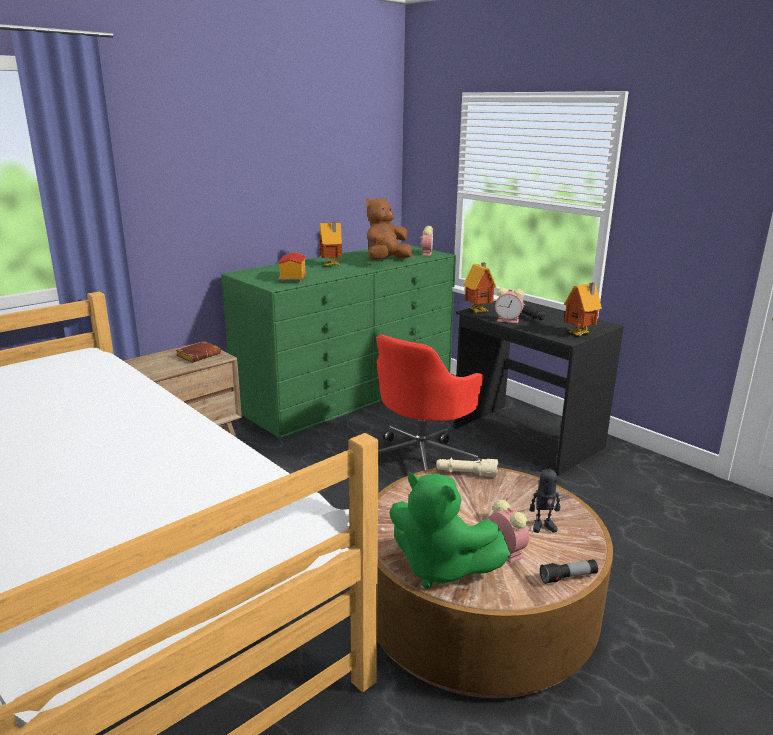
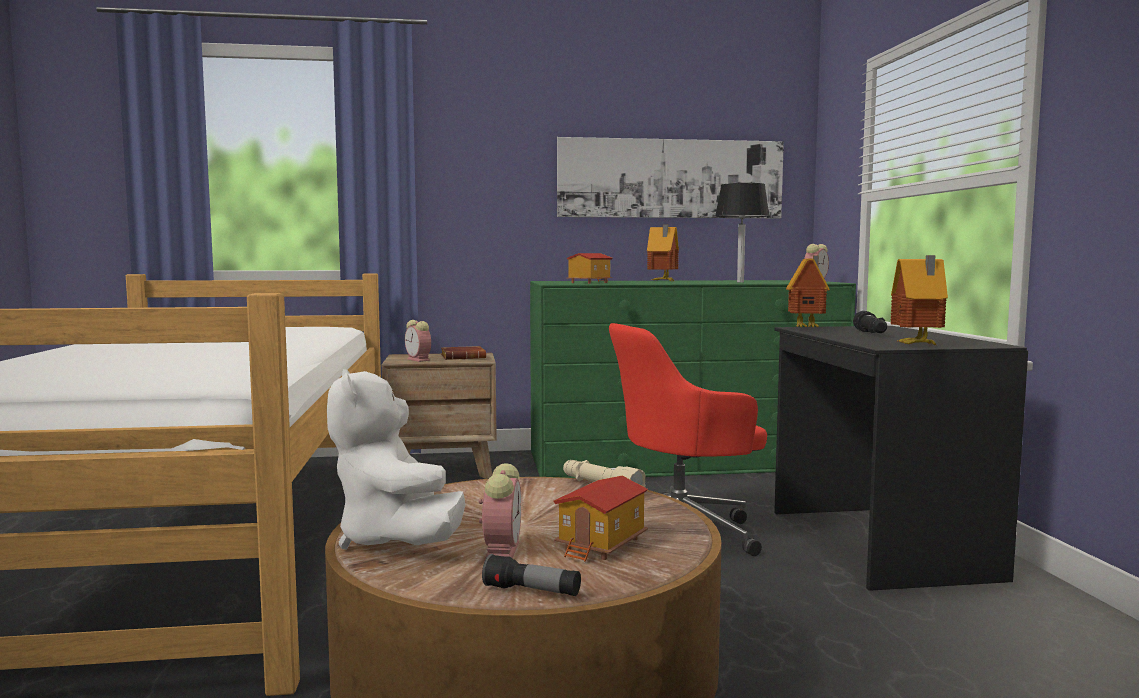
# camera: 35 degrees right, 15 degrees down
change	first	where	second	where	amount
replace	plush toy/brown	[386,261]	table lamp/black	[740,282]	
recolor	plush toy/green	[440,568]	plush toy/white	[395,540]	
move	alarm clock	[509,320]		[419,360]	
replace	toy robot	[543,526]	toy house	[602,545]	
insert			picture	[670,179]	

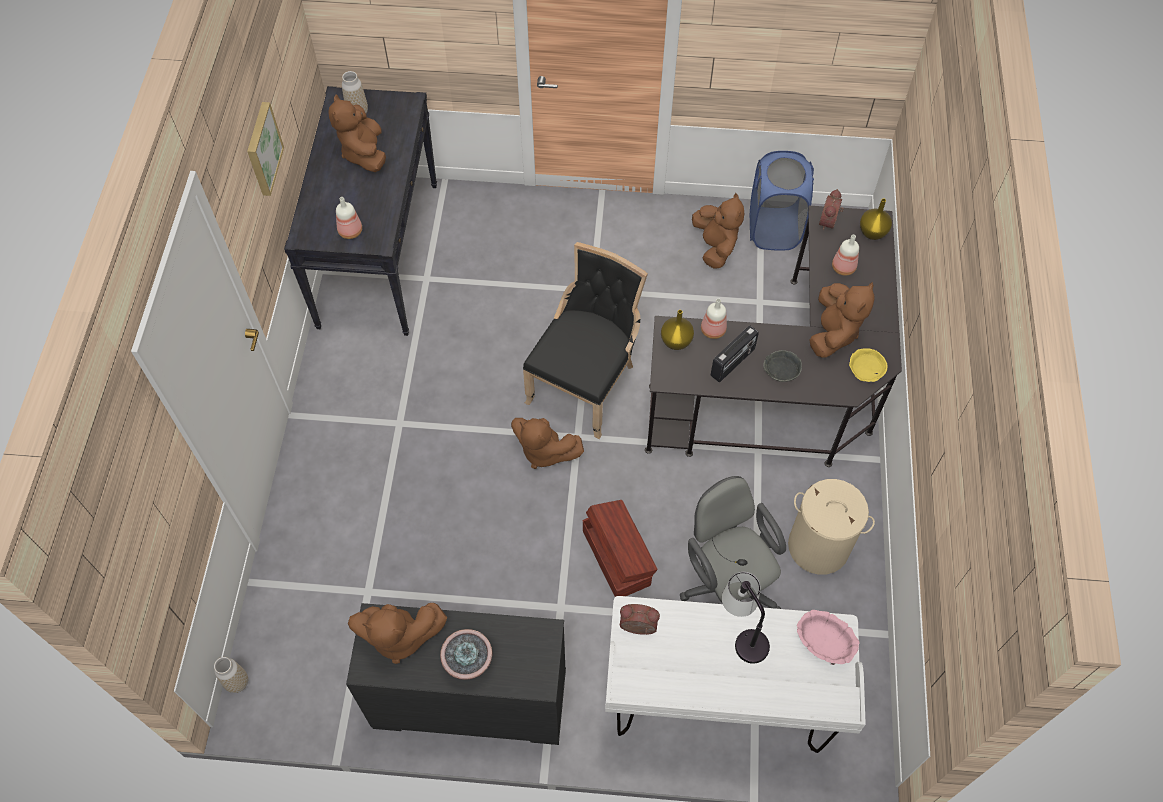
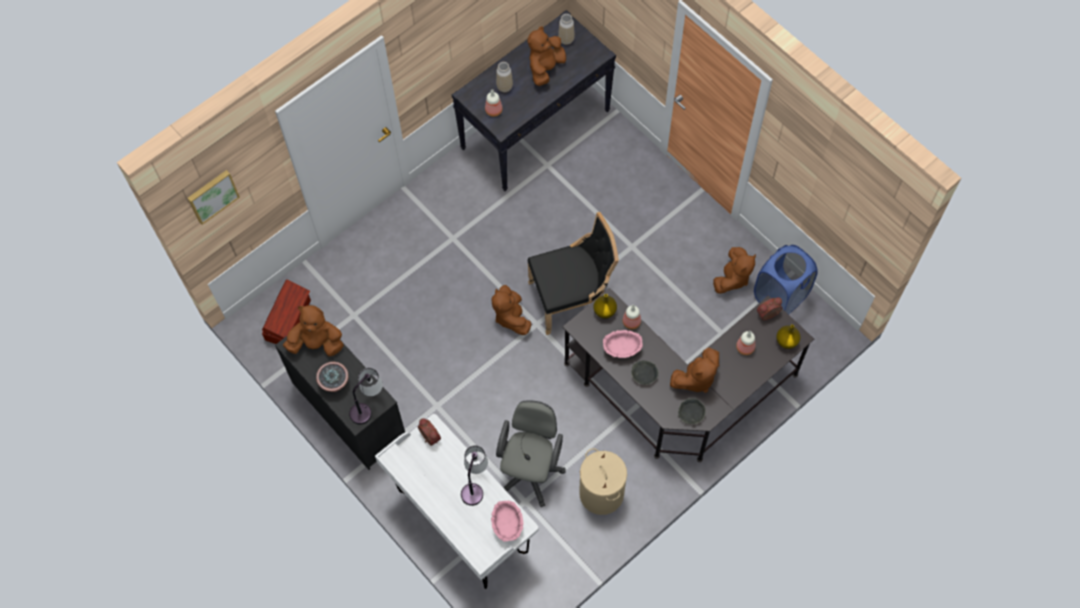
# camera: 45 degrees right, 5 degrees up
change	first	where	second	where	amount
move	vase	[237,682]		[504,87]	
move	picture	[262,149]		[212,195]	
rotate	plush toy/brown	[398,636]		[317,343]	135 degrees clockwise
move	storage box/brown	[617,556]		[289,320]	
replace	radio	[733,363]	bowl/pink	[622,348]	
recolor	bowl/yellow	[866,369]	bowl/grey	[691,413]	
insert			table lamp	[367,406]	

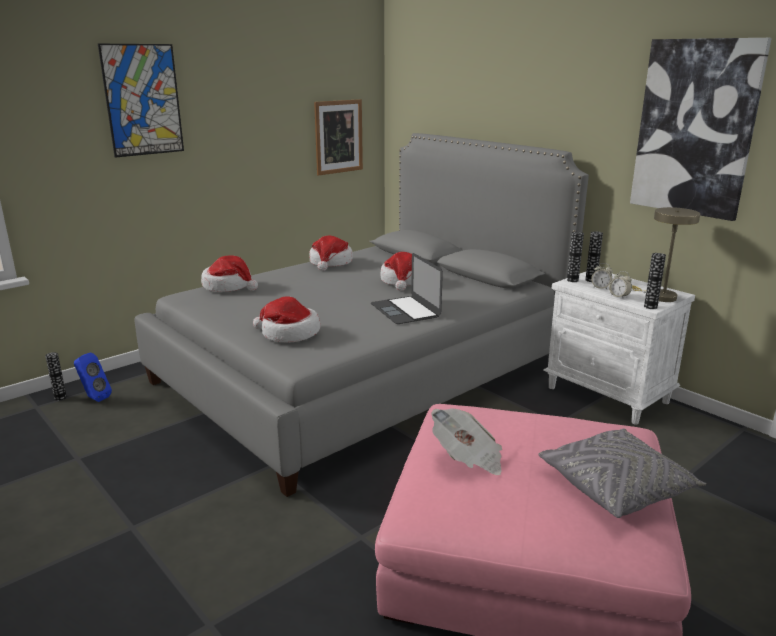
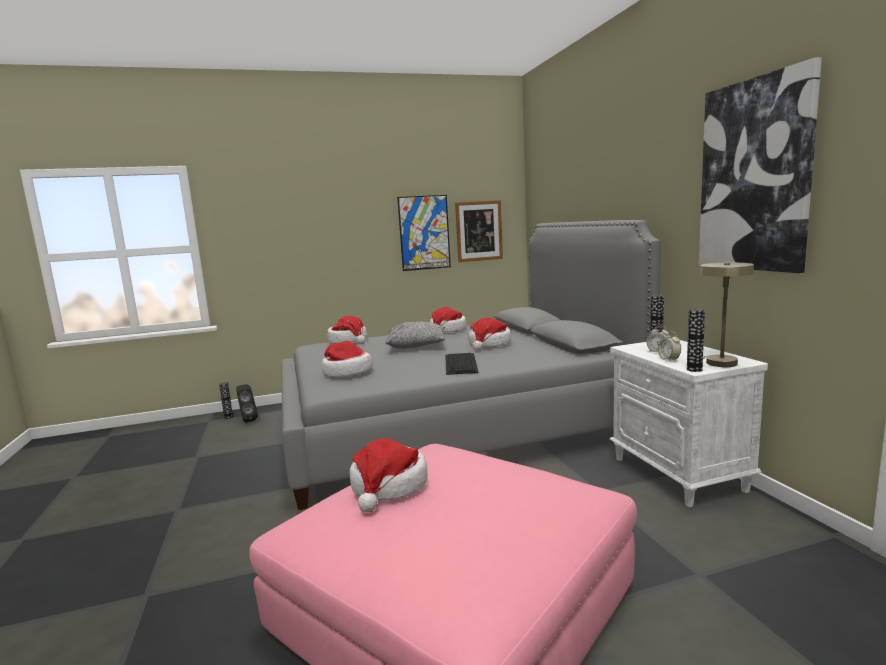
# camera: 25 degrees right, 10 degrees down
change	first	where	second	where	amount
recolor	speaker/blue	[94,398]	speaker/black	[247,420]	
move	picture	[143,100]		[424,233]	
replace	laptop	[405,310]	keyboard	[461,363]	
replace	newspaper	[468,458]	hat	[388,486]	
move	pillow/grey	[616,487]		[417,346]	
delete	vase	[572,280]			

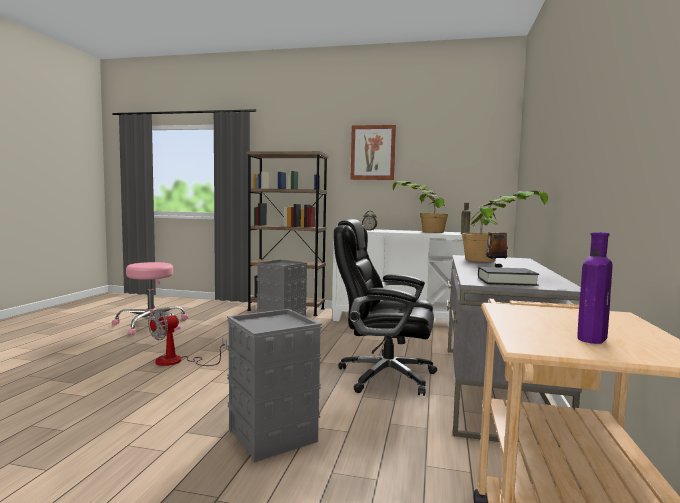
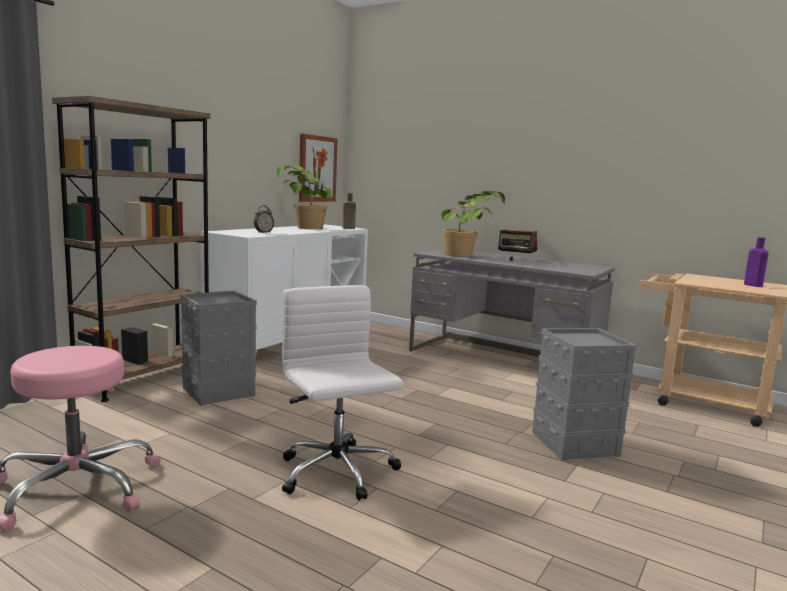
# camera: 70 degrees left, 5 degrees up
change	first	where	second	where	amount
replace	fan	[177,361]	office chair/white	[338,473]	
delete	office chair/black	[384,376]			
move	picture	[373,152]		[317,169]	
delete	book/black	[506,281]			

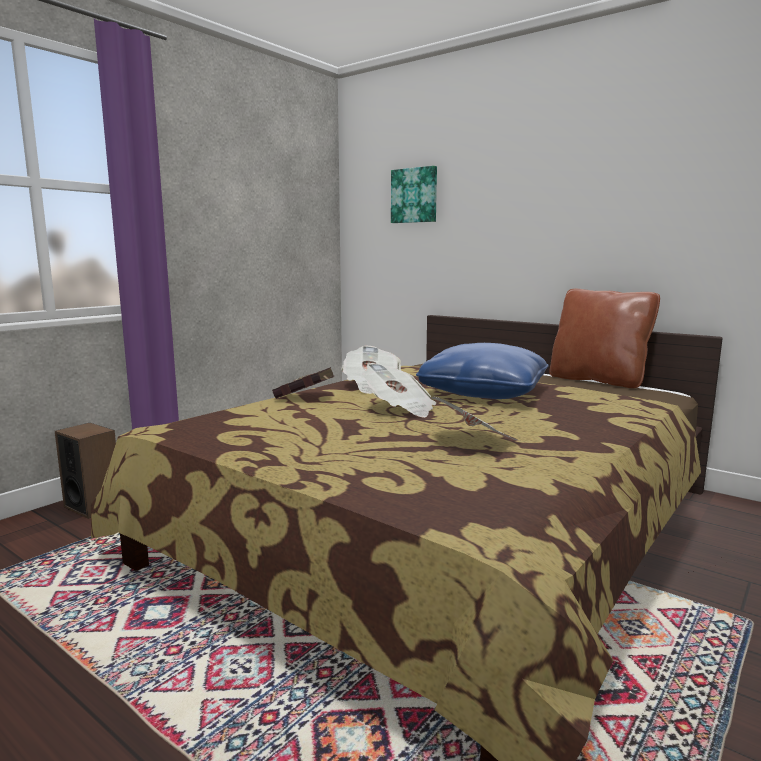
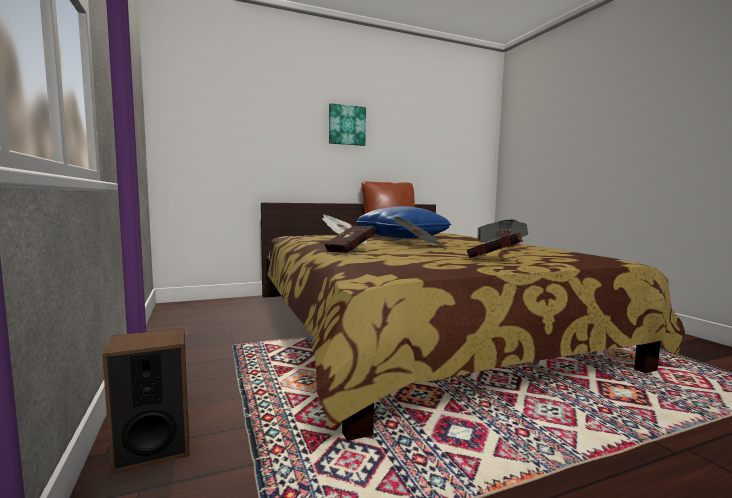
# camera: 60 degrees left, 5 degrees down
change	first	where	second	where	amount
move	picture	[414,195]		[346,125]	
insert			book/red	[496,260]	

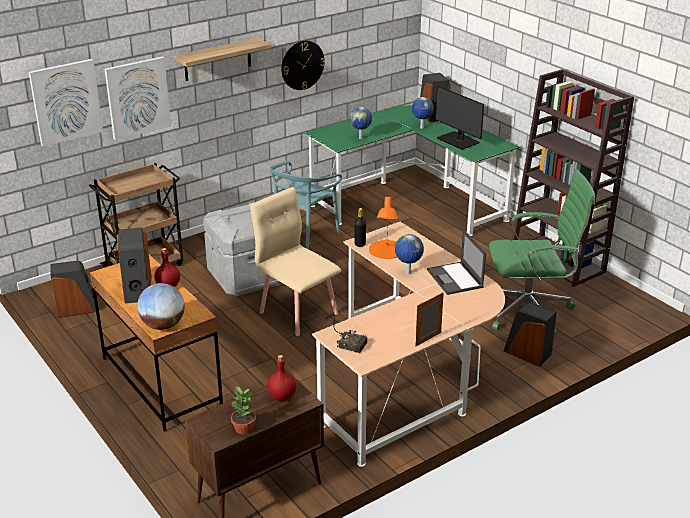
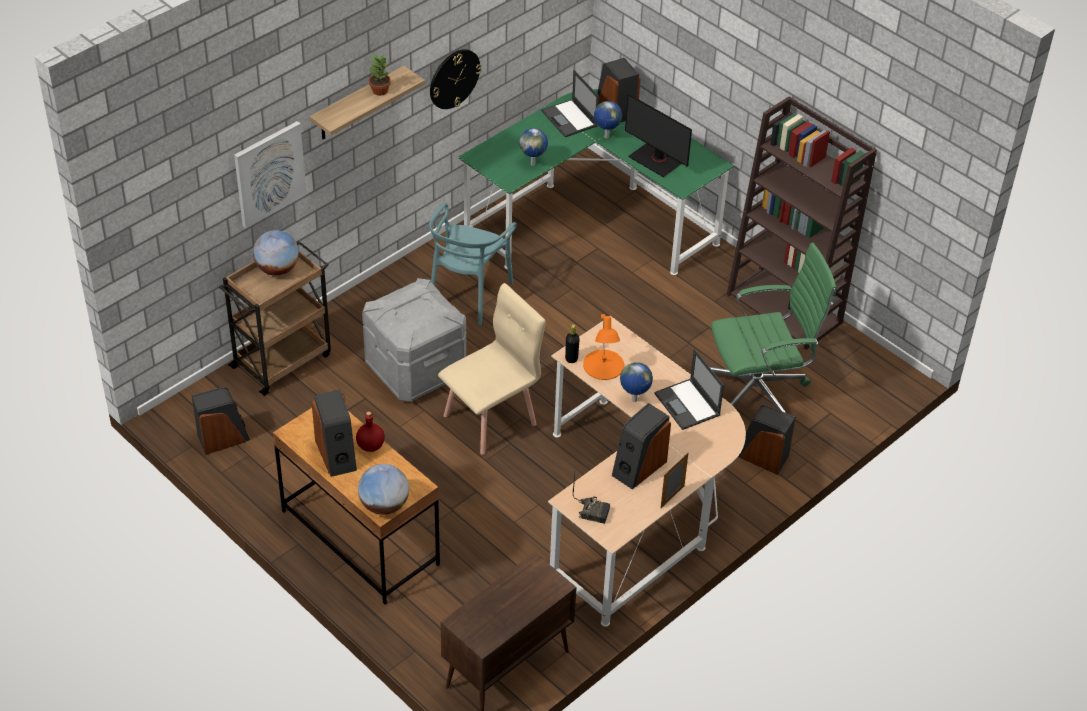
# camera: 10 degrees left, 15 degrees up
change	first	where	second	where	amount
delete	picture	[66,102]			
move	potted plant	[243,428]		[379,90]	
rotate	chair/beige	[298,312]		[491,419]	105 degrees clockwise
delete	bottle/red	[282,396]			
insert			globe	[277,269]	
insert			laptop	[570,119]	
insert			speaker	[638,467]	

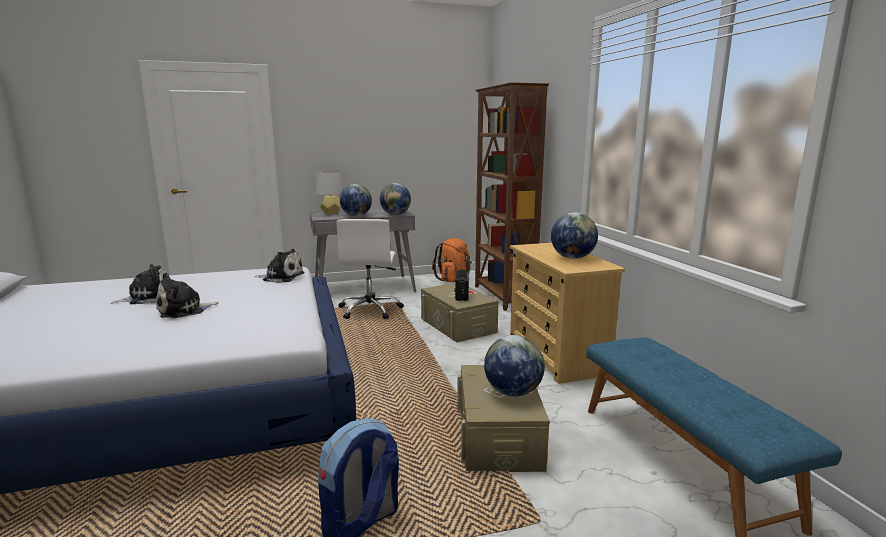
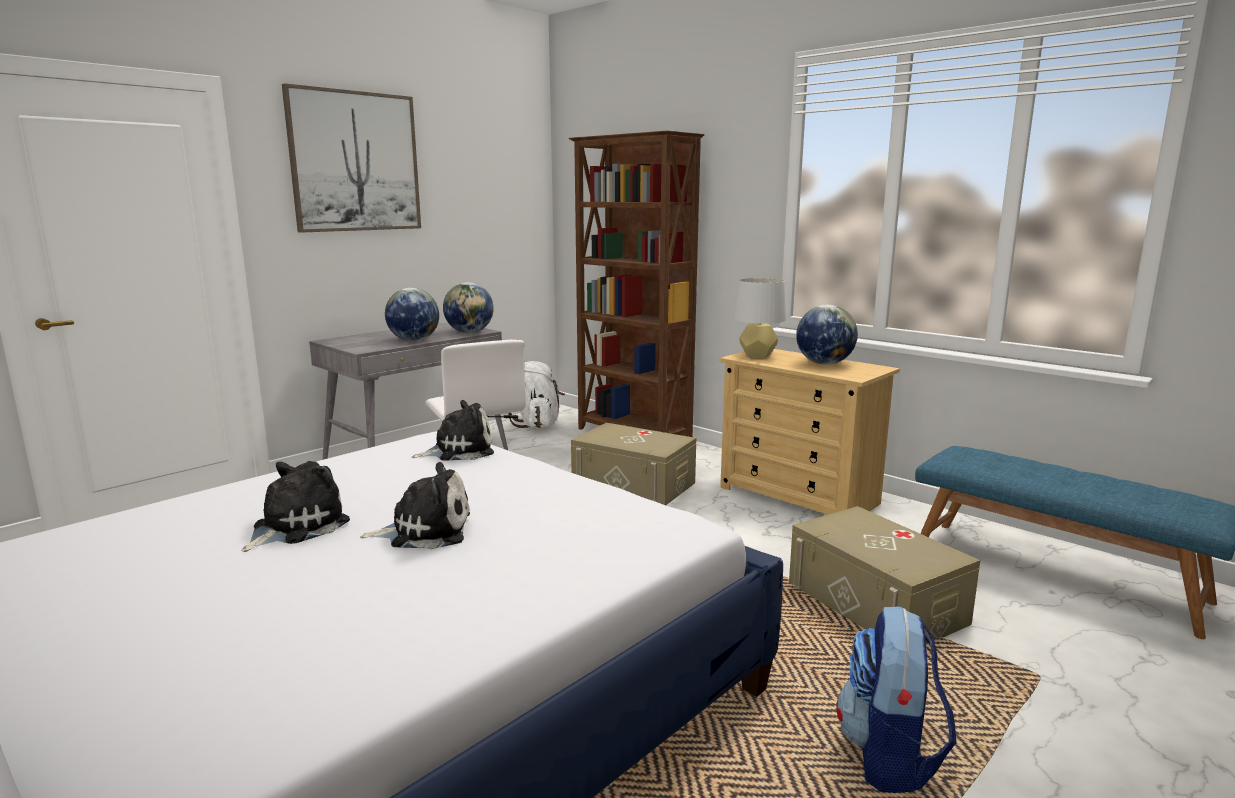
# camera: 30 degrees left, 0 degrees up
change	first	where	second	where	amount
rotate	plush toy	[184,310]		[425,531]	120 degrees counterclockwise
move	table lamp/grey	[331,213]		[757,356]	
recolor	backpack/orange	[454,280]	backpack/white	[537,425]	
delete	radio	[462,296]			
delete	globe	[512,392]			
insert			picture	[355,162]	

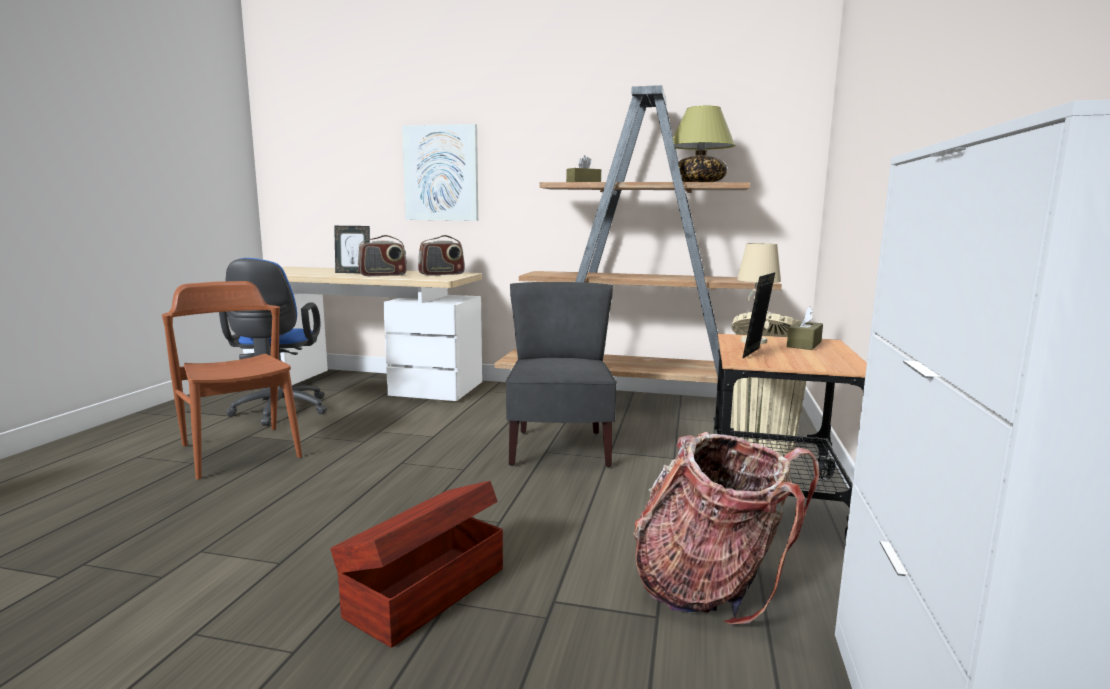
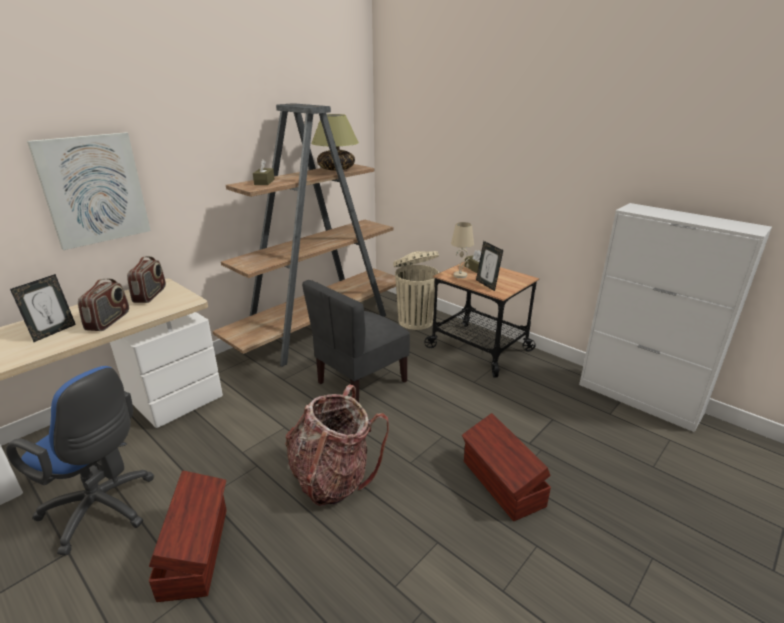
# camera: 60 degrees left, 15 degrees up
change	first	where	second	where	amount
replace	chair/brown	[240,451]	storage box/brown	[196,551]	
rotate	chair/grey	[559,448]		[361,382]	75 degrees counterclockwise
move	backpack	[712,588]		[333,478]	

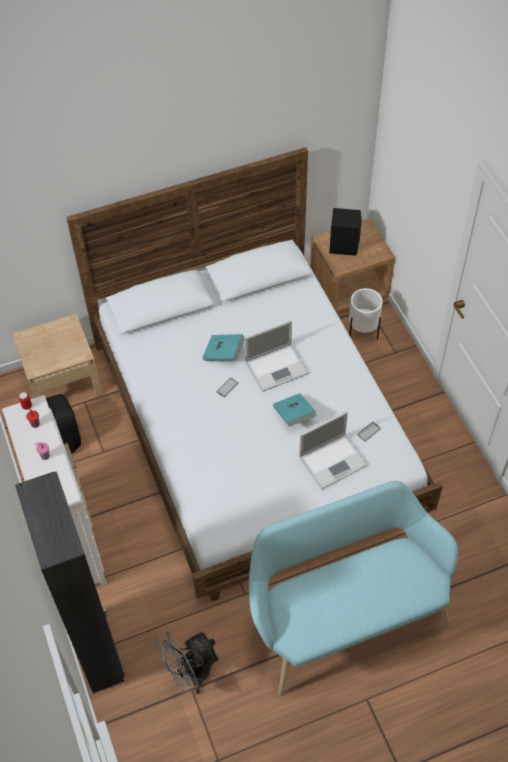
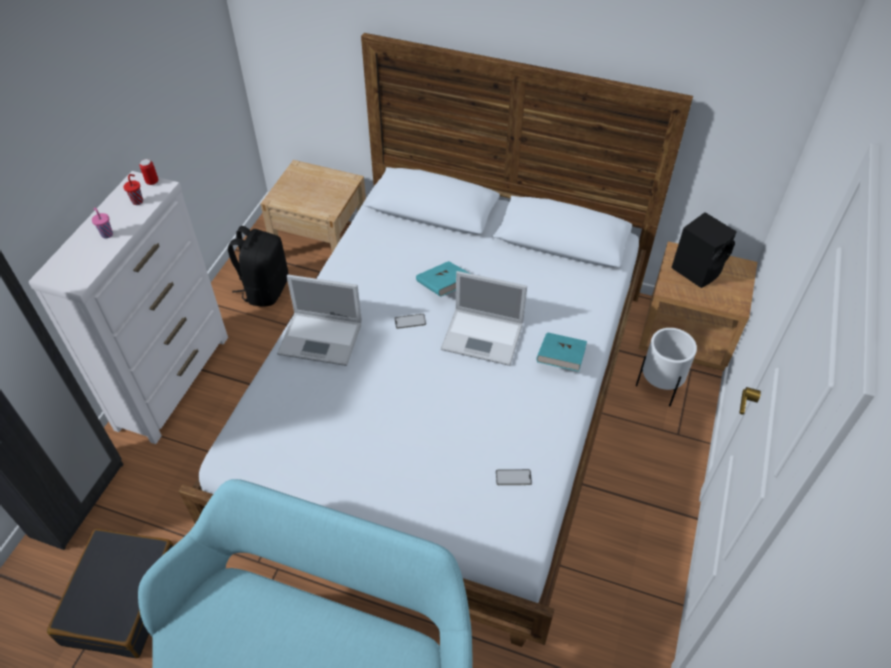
# camera: 40 degrees right, 5 degrees down
change	first	where	second	where	amount
replace	fan/grey	[191,674]	suitcase/black	[121,599]	
move	book/turquoise	[294,415]		[560,360]	
move	laptop	[333,460]		[322,338]	

